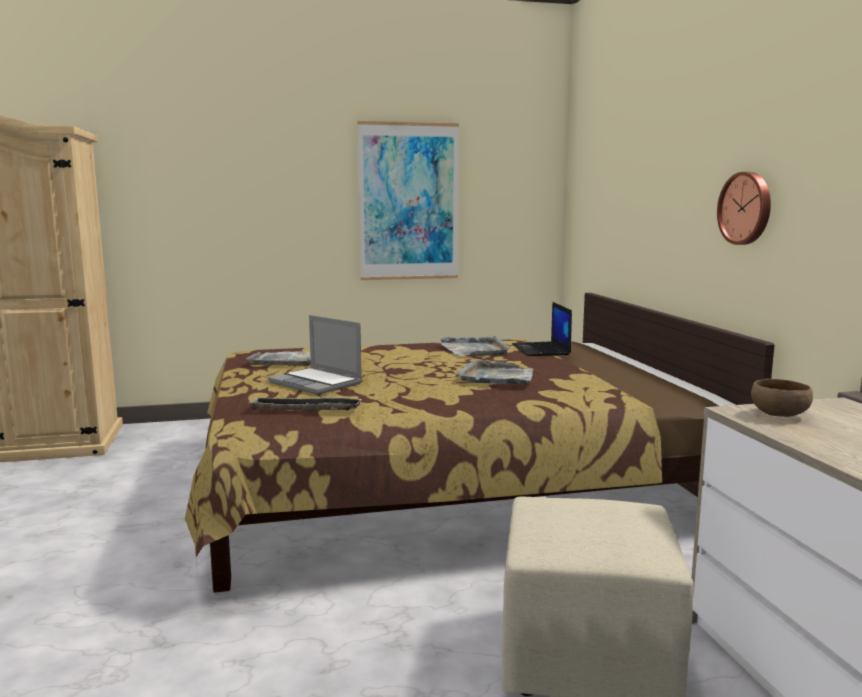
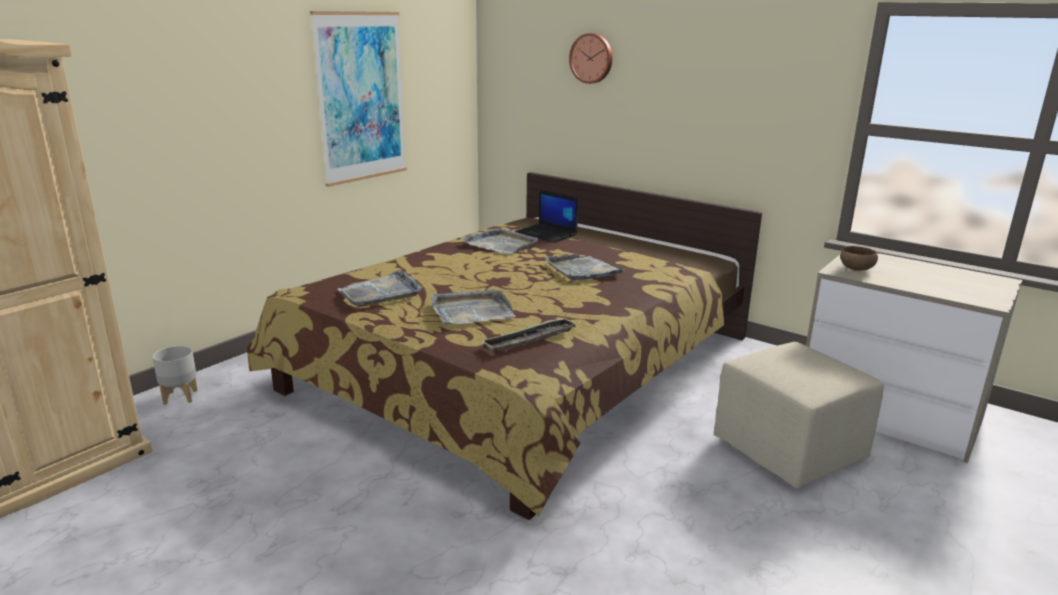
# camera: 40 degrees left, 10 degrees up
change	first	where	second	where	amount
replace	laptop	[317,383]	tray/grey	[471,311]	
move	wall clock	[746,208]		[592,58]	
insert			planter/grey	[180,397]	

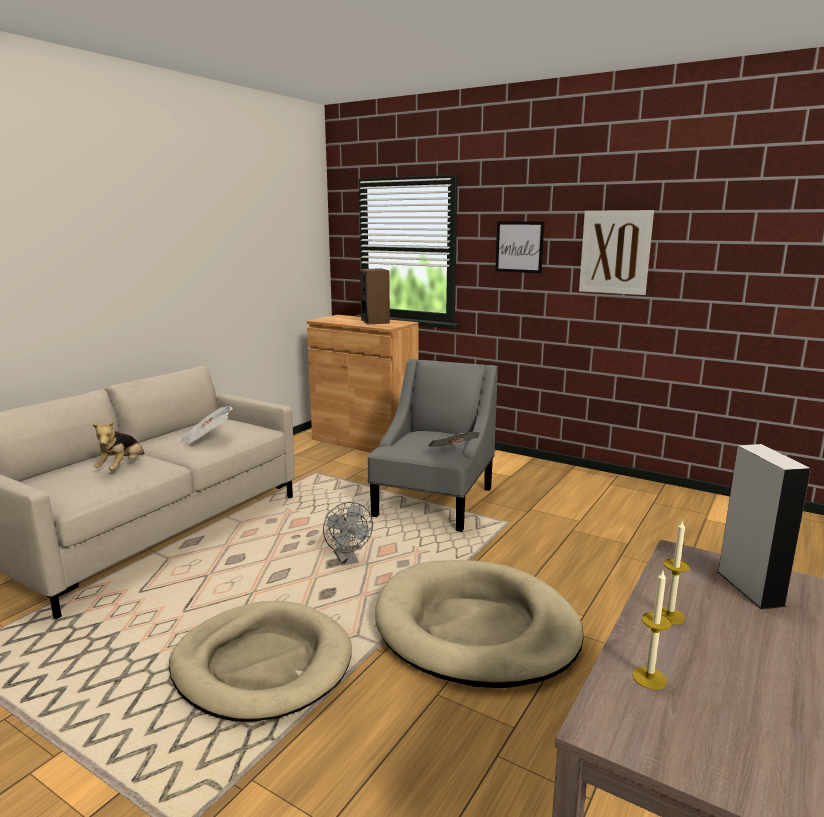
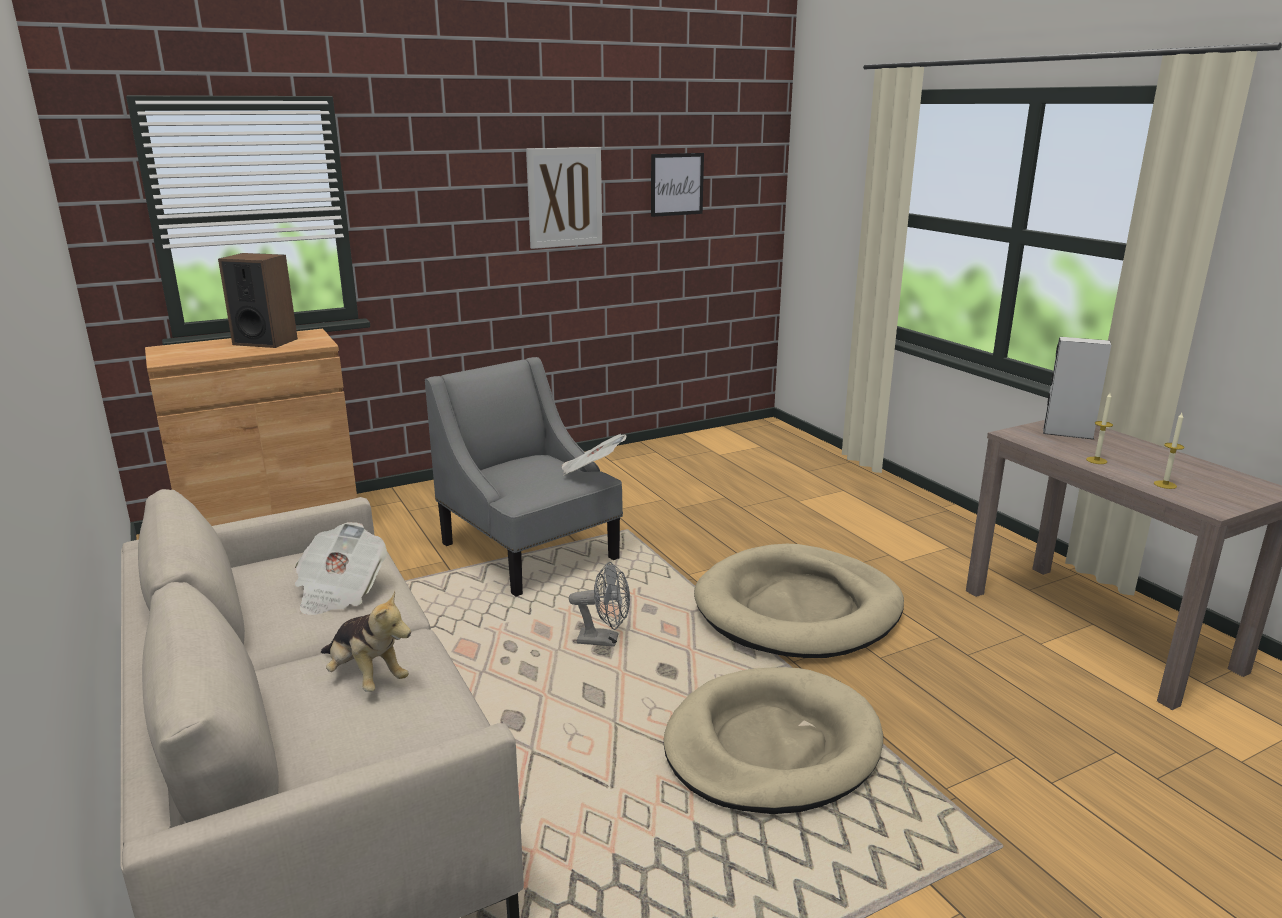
# camera: 60 degrees left, 5 degrees up
change	first	where	second	where	amount
move	picture	[519,247]		[676,184]	

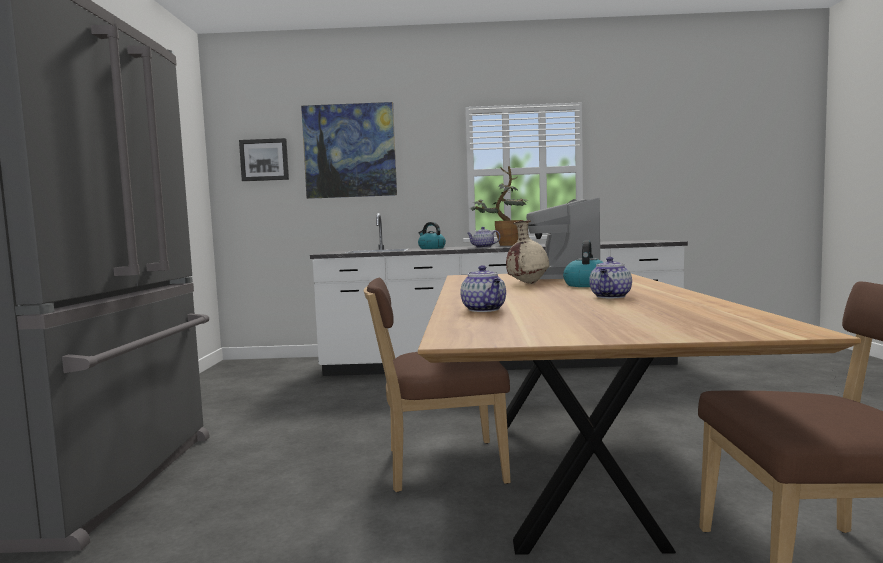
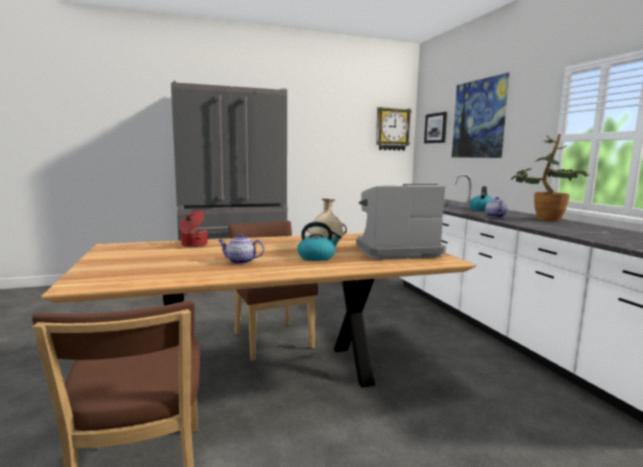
# camera: 70 degrees right, 5 degrees up
change	first	where	second	where	amount
replace	teapot	[484,310]	cooking pot	[193,245]	
insert			wall clock	[392,129]	

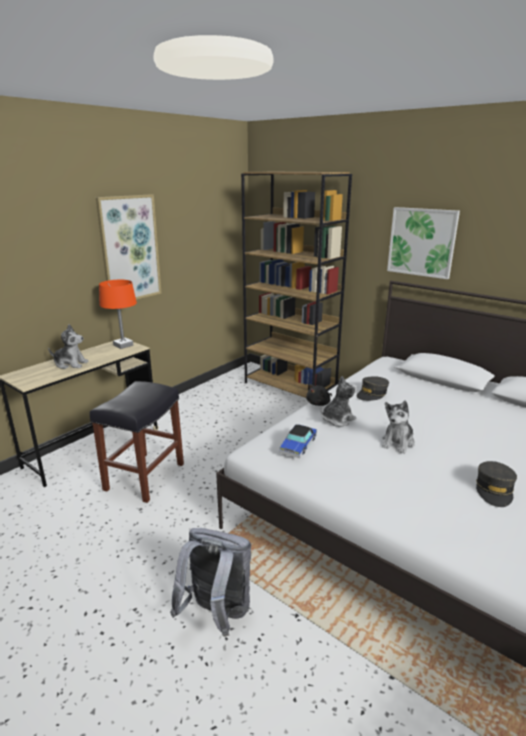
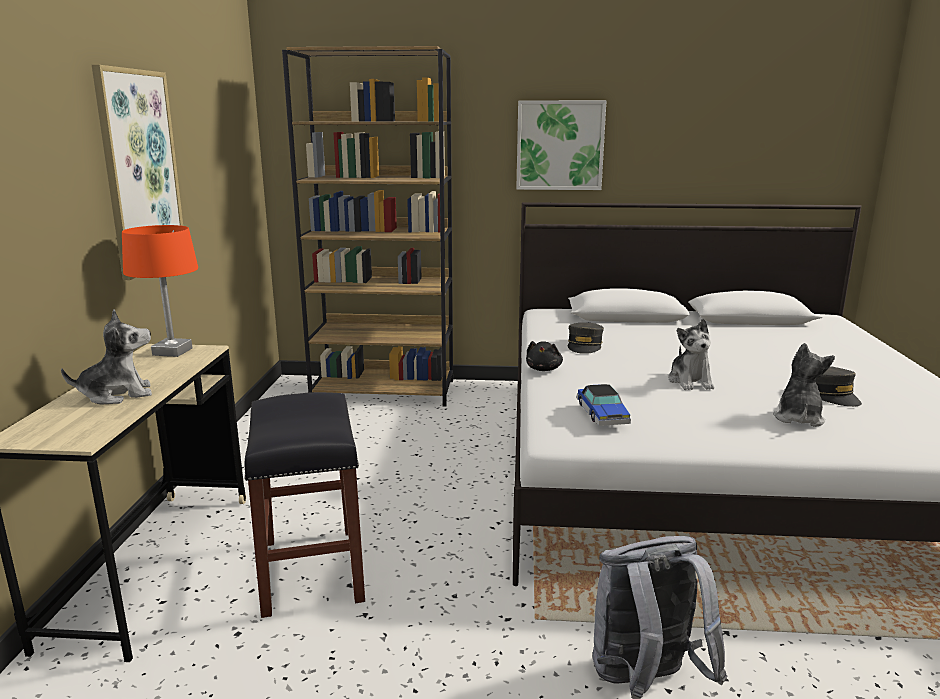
# camera: 35 degrees left, 5 degrees down
change	first	where	second	where	amount
move	plush toy	[337,419]		[798,418]	

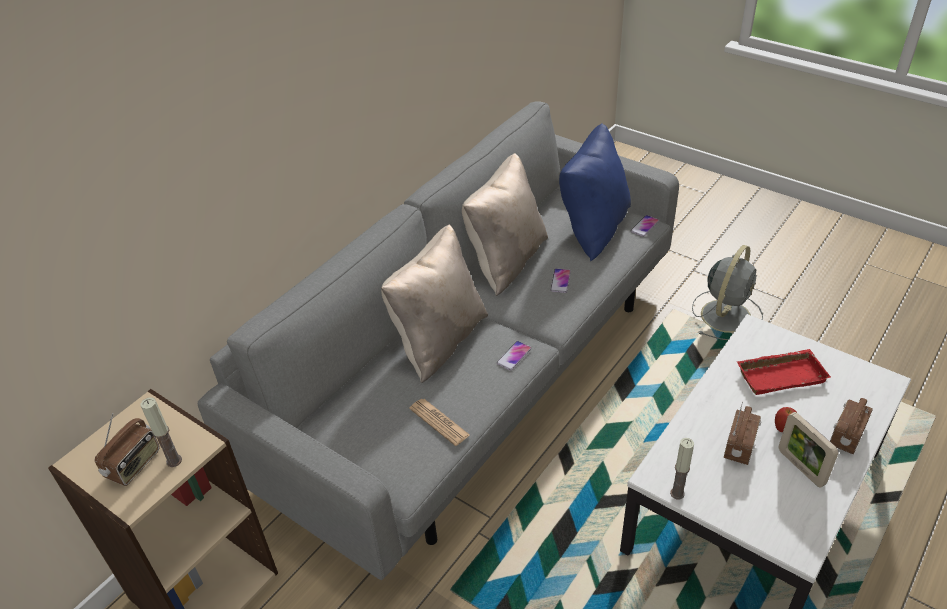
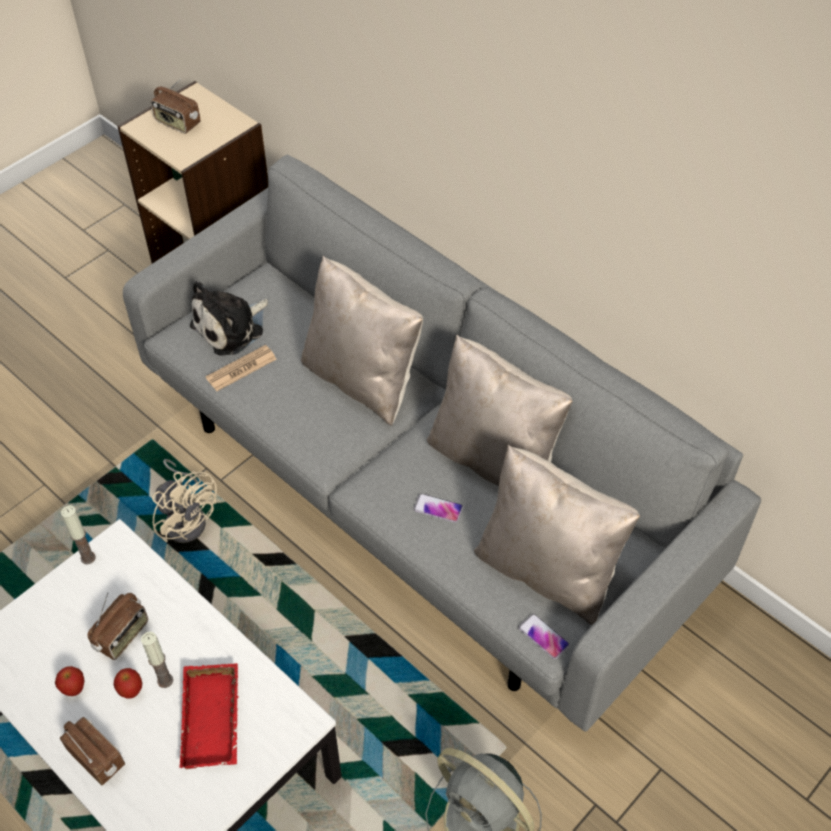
# camera: 95 degrees right, 10 degrees up
change	first	where	second	where	amount
move	candle	[174,460]		[165,680]	
delete	phone	[514,356]			
recolor	pillow/blue	[593,228]	pillow/beige	[547,569]	
rotate	radio	[740,447]		[122,636]	90 degrees counterclockwise
replace	picture frame	[800,467]	apple	[74,689]	
insert			fan/beige	[187,518]	
insert			plush toy	[231,327]	

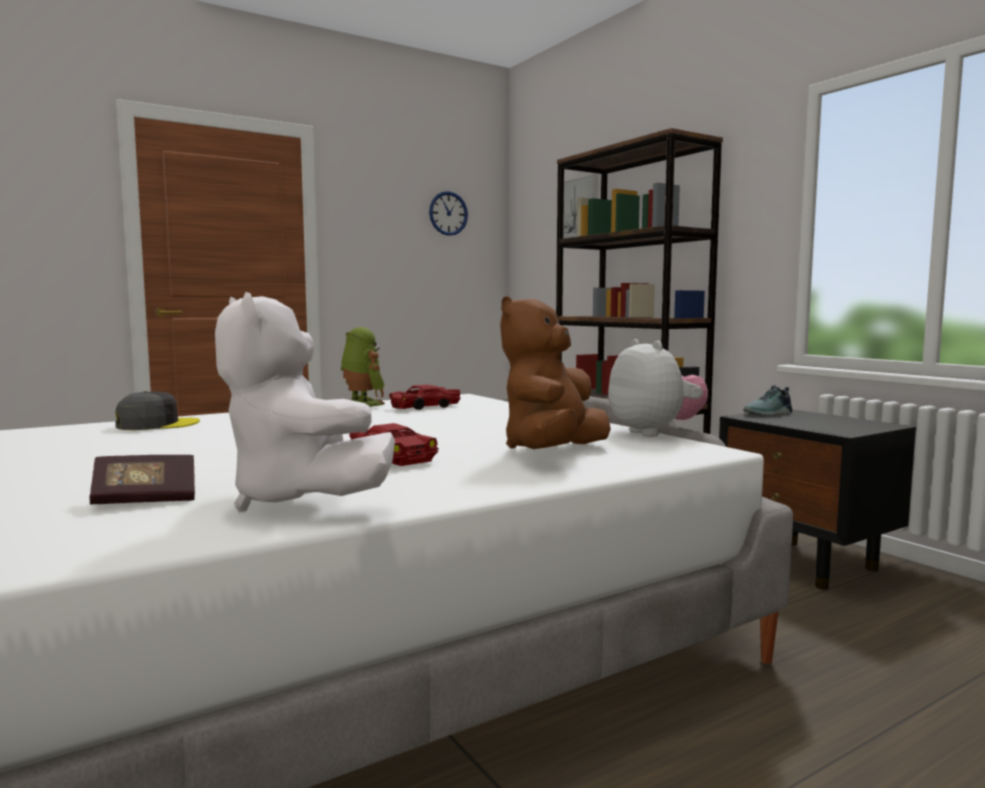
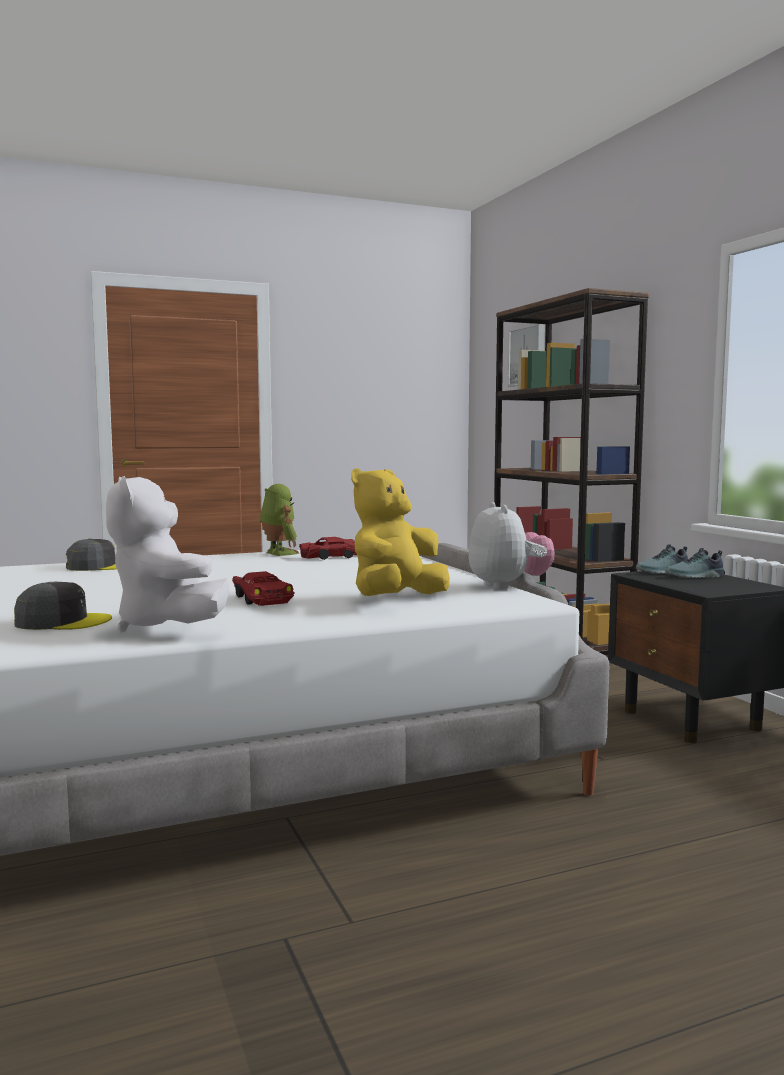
# camera: 10 degrees right, 0 degrees up
change	first	where	second	where	amount
replace	book	[145,499]	cap/grey	[62,622]	
delete	wall clock	[448,213]			
recolor	plush toy/brown	[552,452]	plush toy/yellow	[395,600]	
insert			shoe	[696,577]	

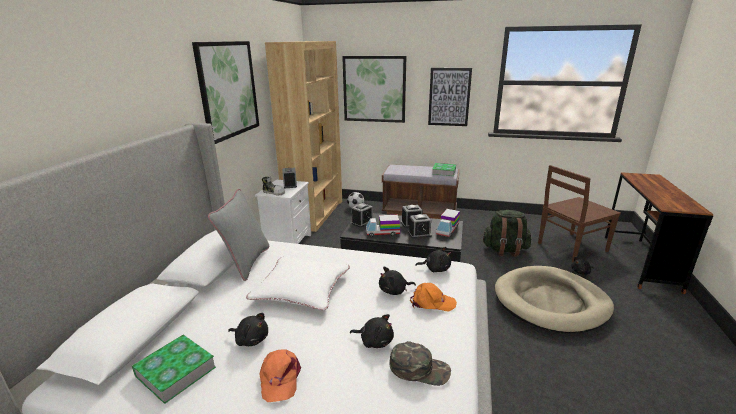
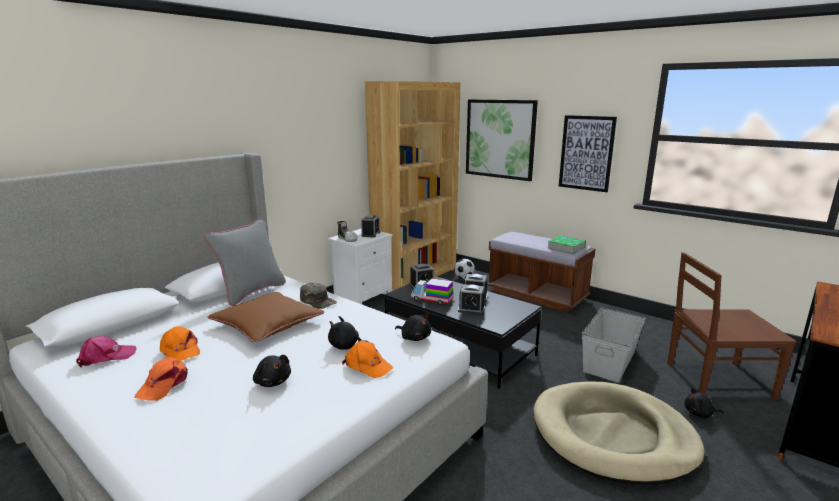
# camera: 25 degrees right, 5 degrees down
change	first	where	second	where	amount
replace	book	[176,371]	cap/pink	[106,357]	
delete	picture	[228,90]			
replace	plush toy/black	[251,339]	cap/orange	[180,350]	
recolor	pillow/white	[301,289]	pillow/brown	[267,323]	
move	cap/green	[419,368]		[318,301]	
delete	toy truck	[447,230]			
replace	backpack/green	[505,250]	storage box/grey	[609,361]	

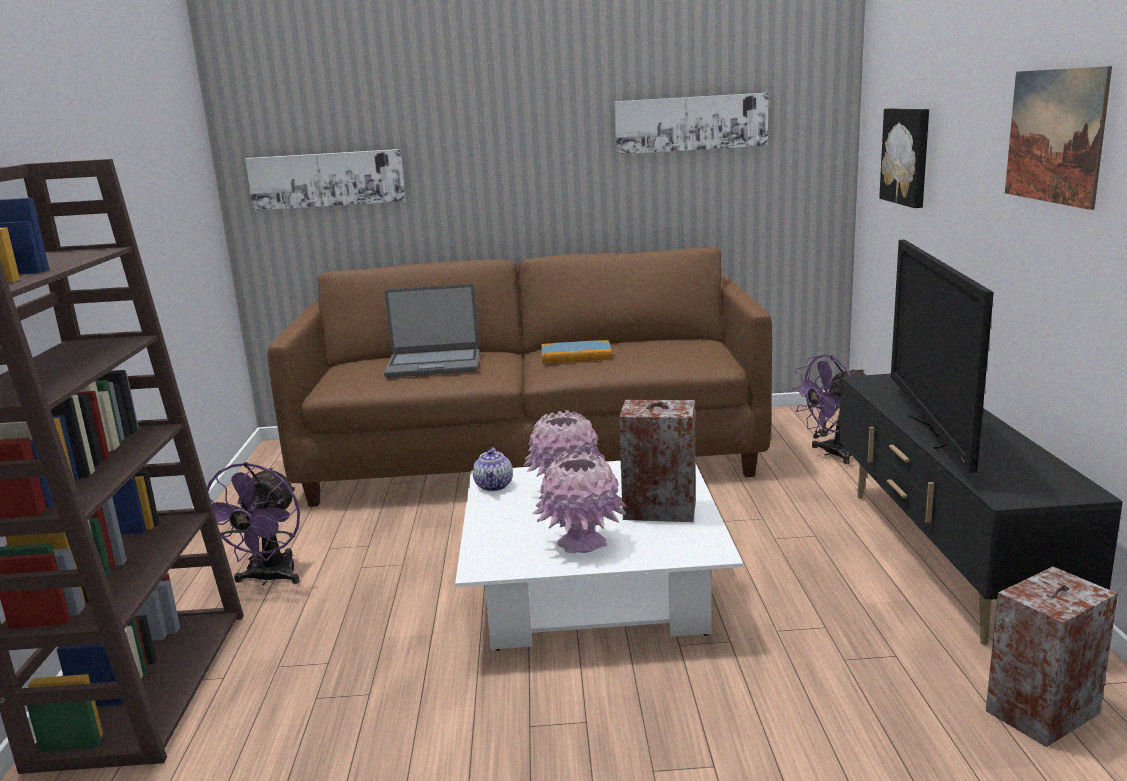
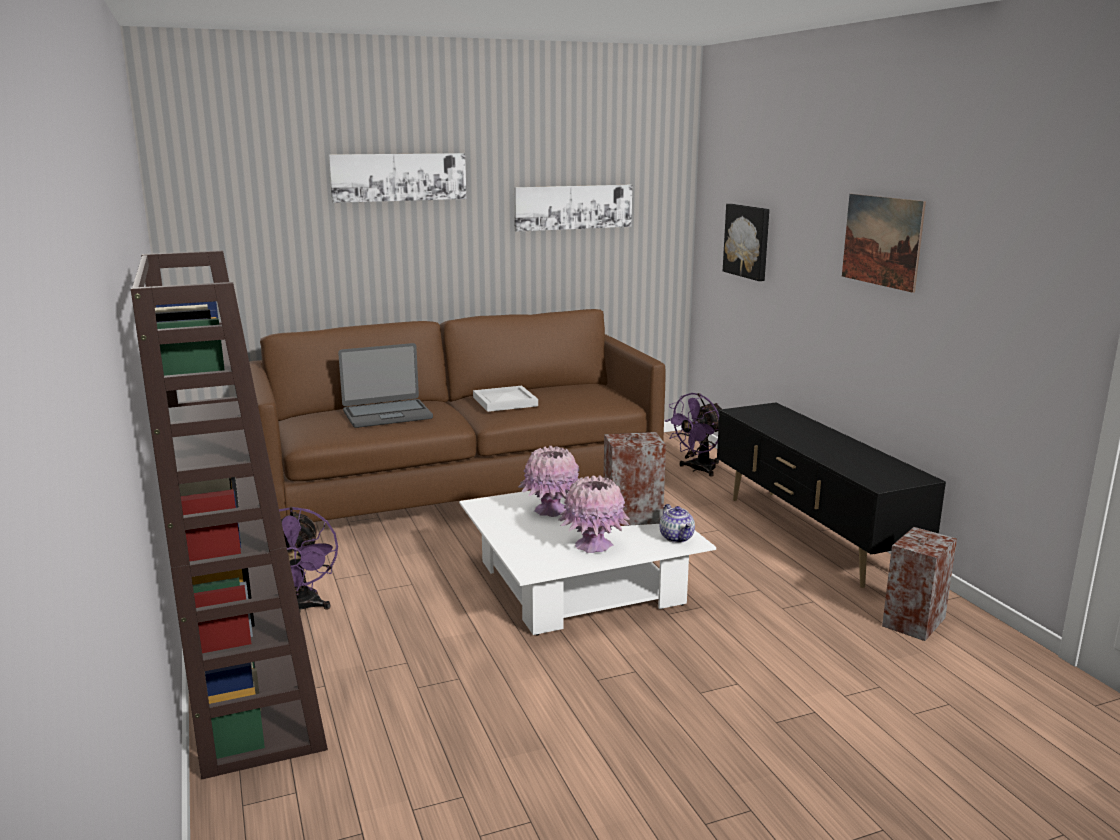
# camera: 20 degrees left, 0 degrees up
change	first	where	second	where	amount
move	picture	[327,179]		[398,177]	
move	teapot	[494,486]		[677,538]	
replace	book	[576,356]	tray/white	[506,401]	
delete	television	[932,432]			

